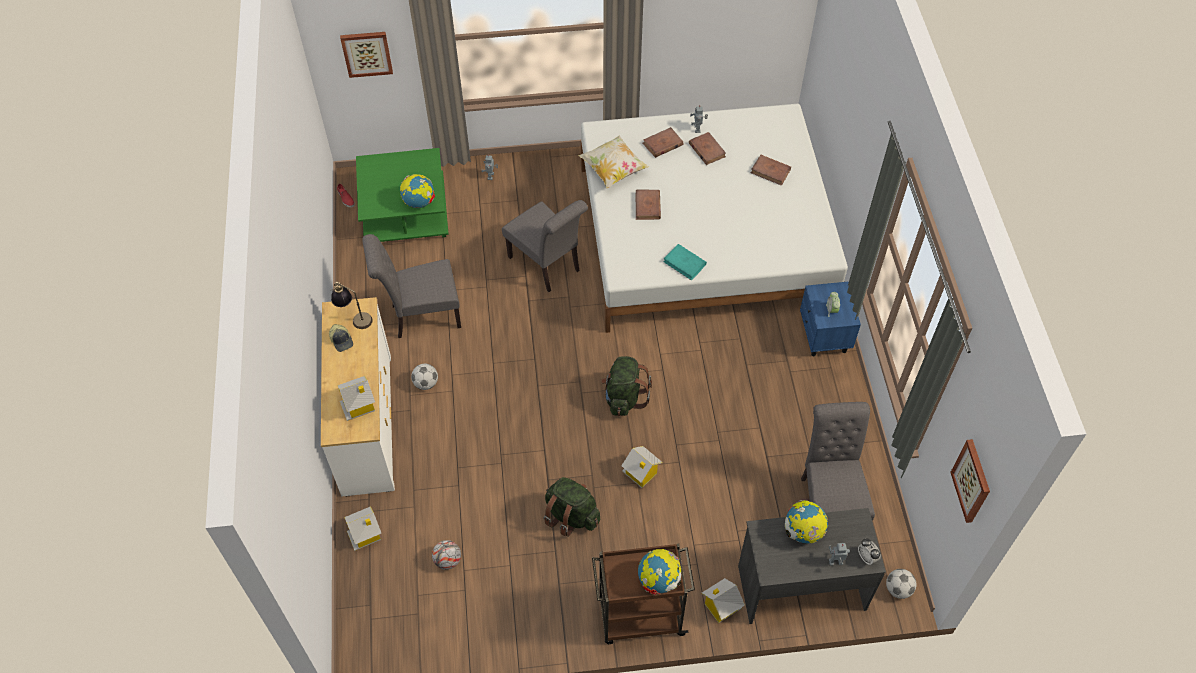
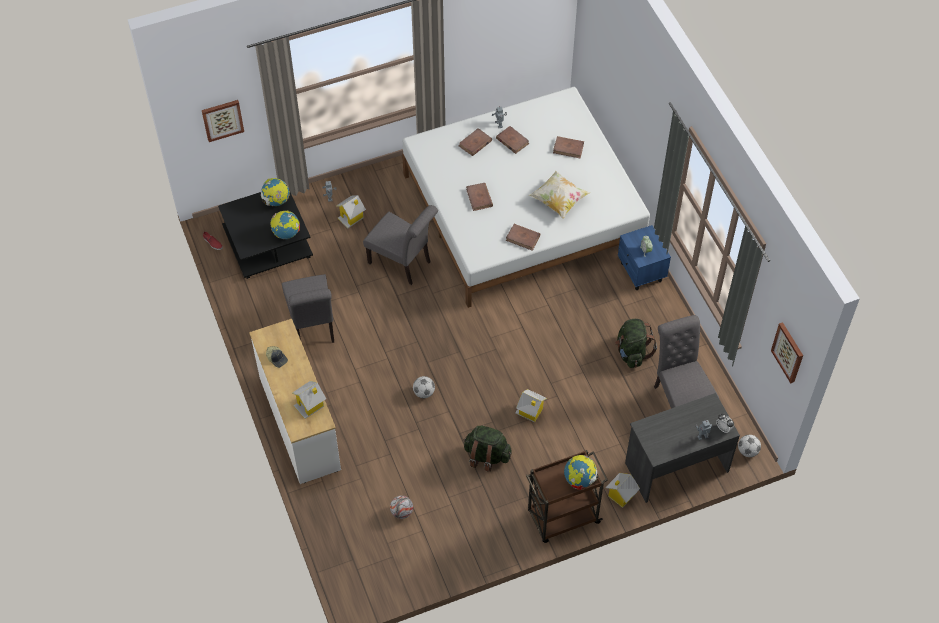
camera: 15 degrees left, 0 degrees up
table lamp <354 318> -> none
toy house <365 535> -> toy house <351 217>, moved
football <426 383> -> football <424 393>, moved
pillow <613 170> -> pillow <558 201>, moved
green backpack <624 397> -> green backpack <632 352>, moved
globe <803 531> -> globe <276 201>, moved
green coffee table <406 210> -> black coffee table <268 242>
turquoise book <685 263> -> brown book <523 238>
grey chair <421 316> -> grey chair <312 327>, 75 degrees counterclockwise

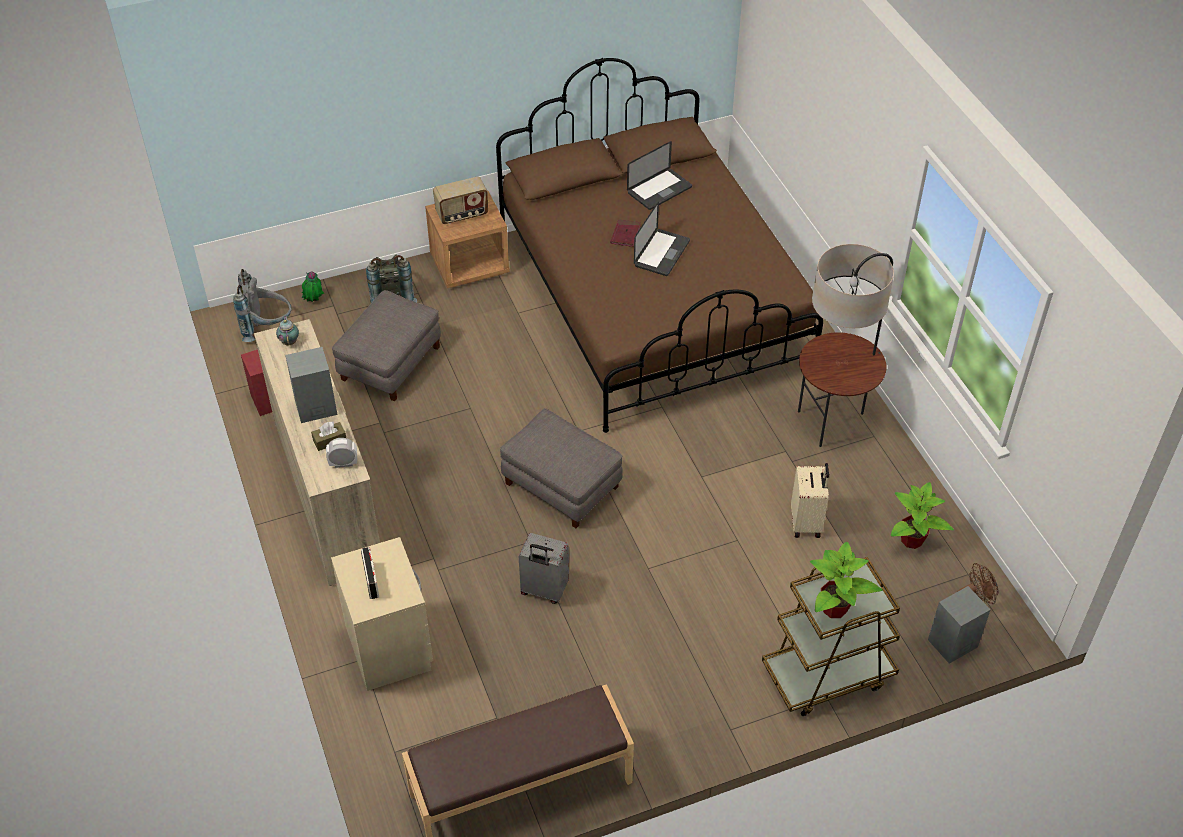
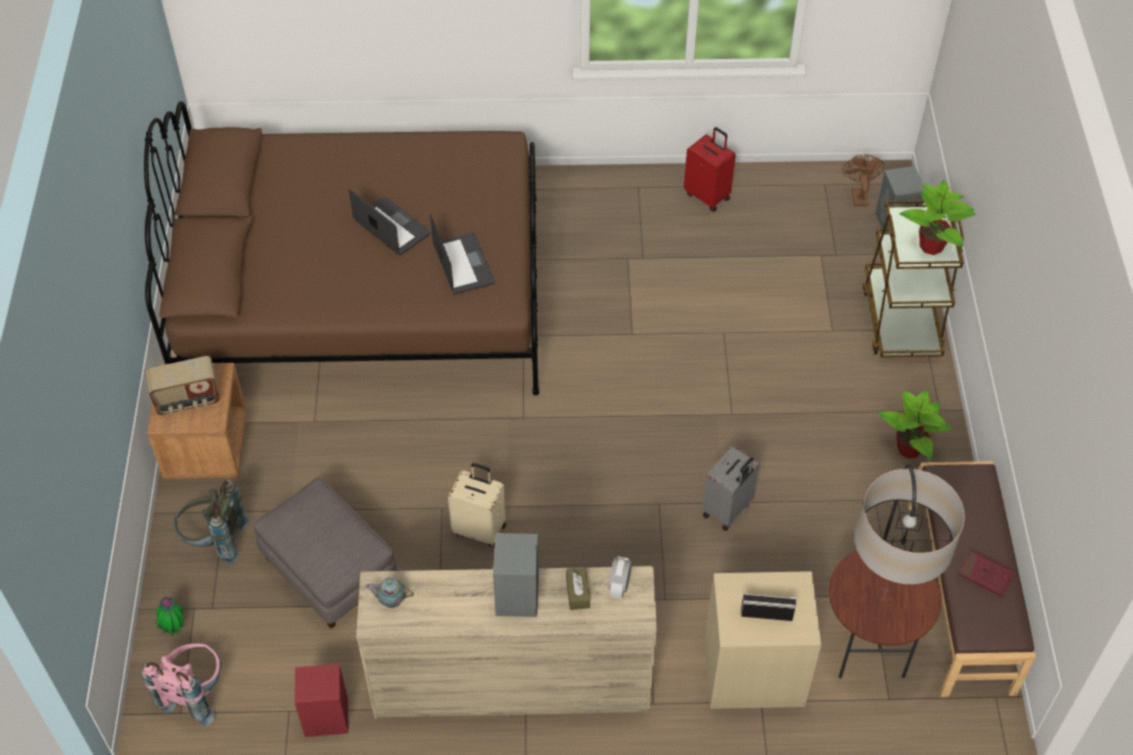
camera: 70 degrees left, 5 degrees up
grey ottoman <561 486> -> none
none -> red suitcase <708 195>
red book <625 234> -> red book <986 575>, moved
laptop <659 190> -> laptop <463 264>, moved
beige suitcase <807 523> -> beige suitcase <480 529>, moved
floor lamp <832 422> -> floor lamp <868 647>, moved
potted plant <912 540> -> potted plant <910 449>, moved
grey backpack <267 328> -> pink backpack <195 693>
radio <462 214> -> radio <188 400>, 75 degrees clockwise

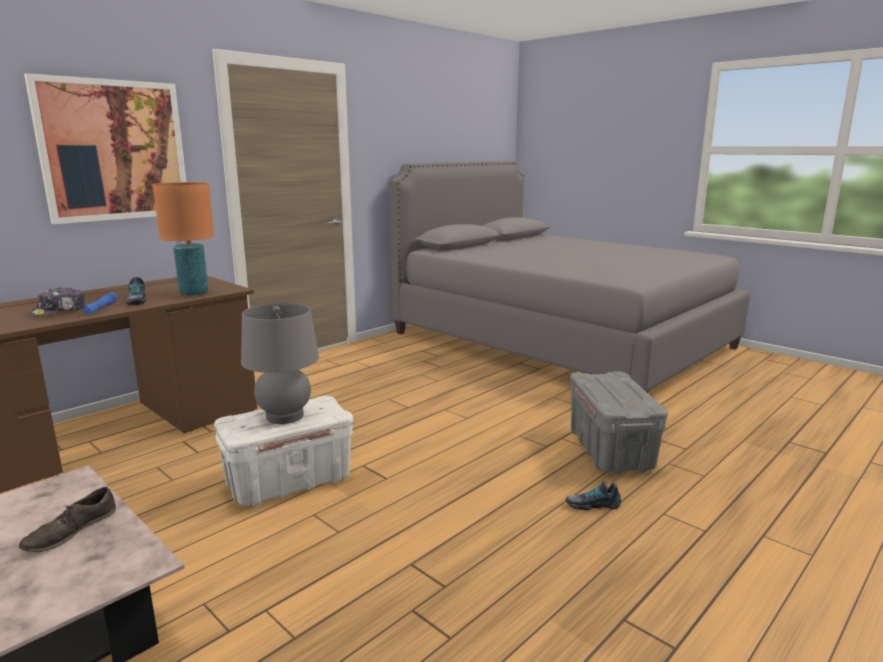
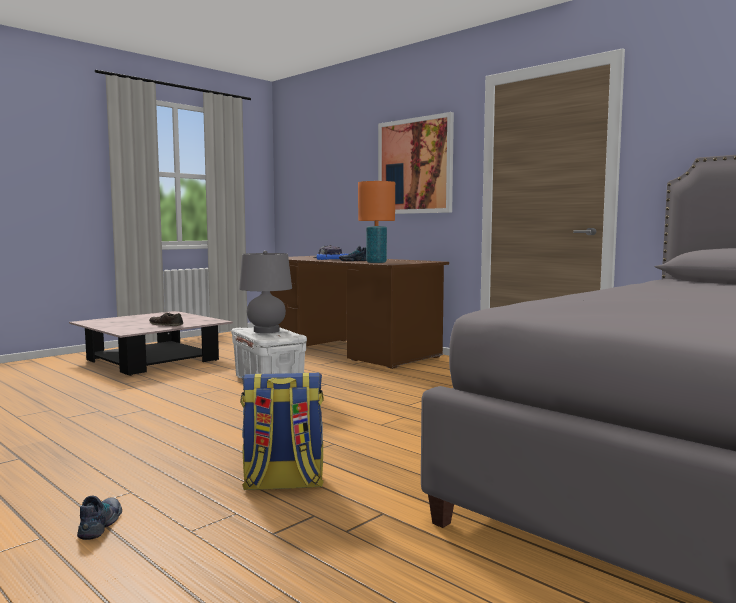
camera: 90 degrees right, 10 degrees down
shoe <592 504> -> shoe <101 523>, moved
grey storage box <611 450> -> backpack <283 483>

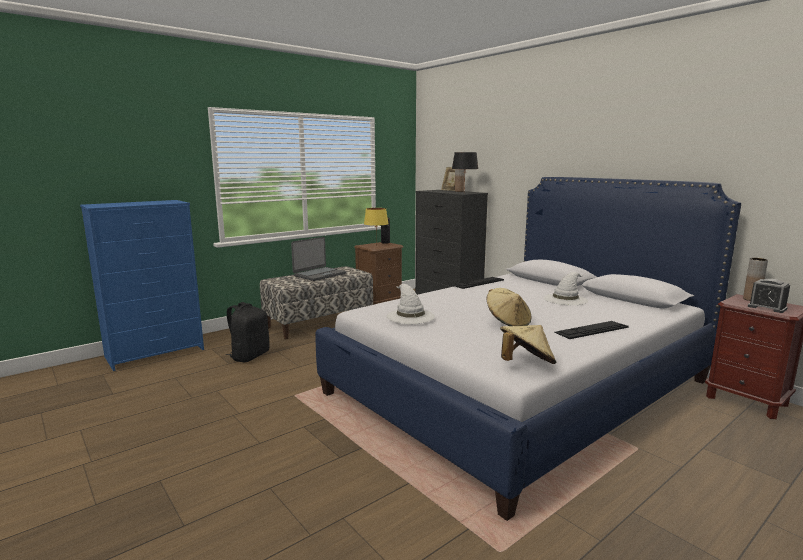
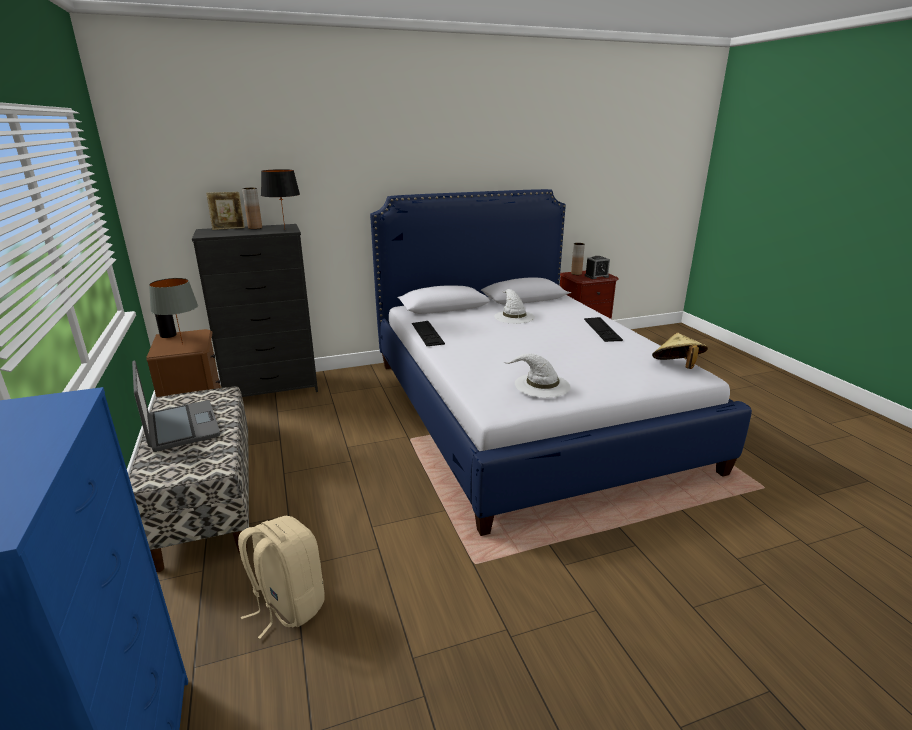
camera: 70 degrees left, 10 degrees up
beige hat <508 322> -> none
black backpack <249 356> -> beige backpack <287 605>
yellow table lamp <376 246> -> grey table lamp <182 344>

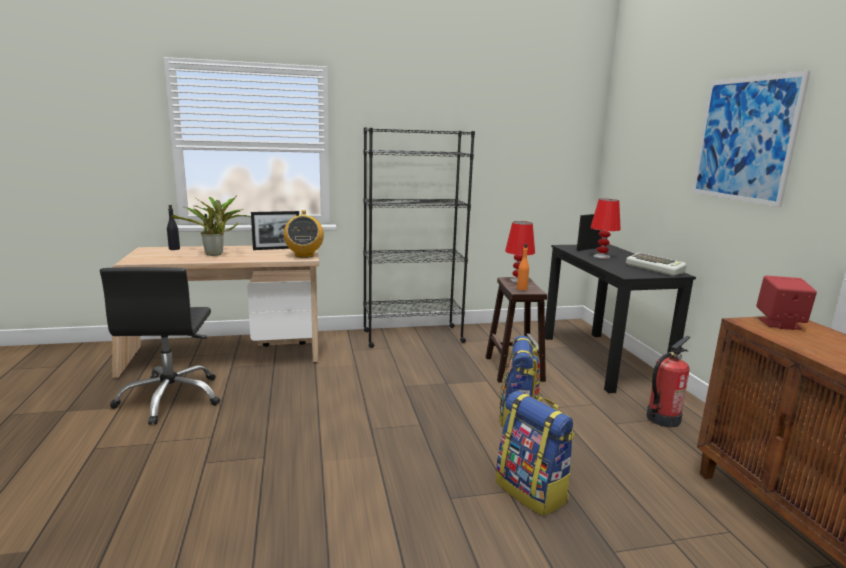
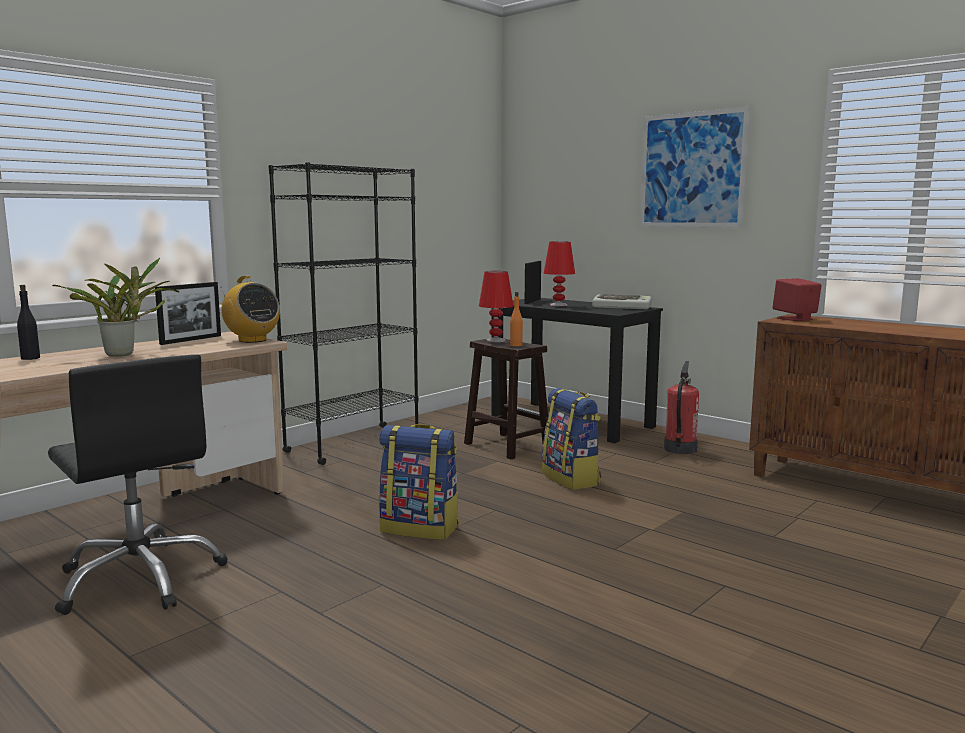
camera: 35 degrees left, 5 degrees down
backpack <532 491> -> backpack <420 528>, moved

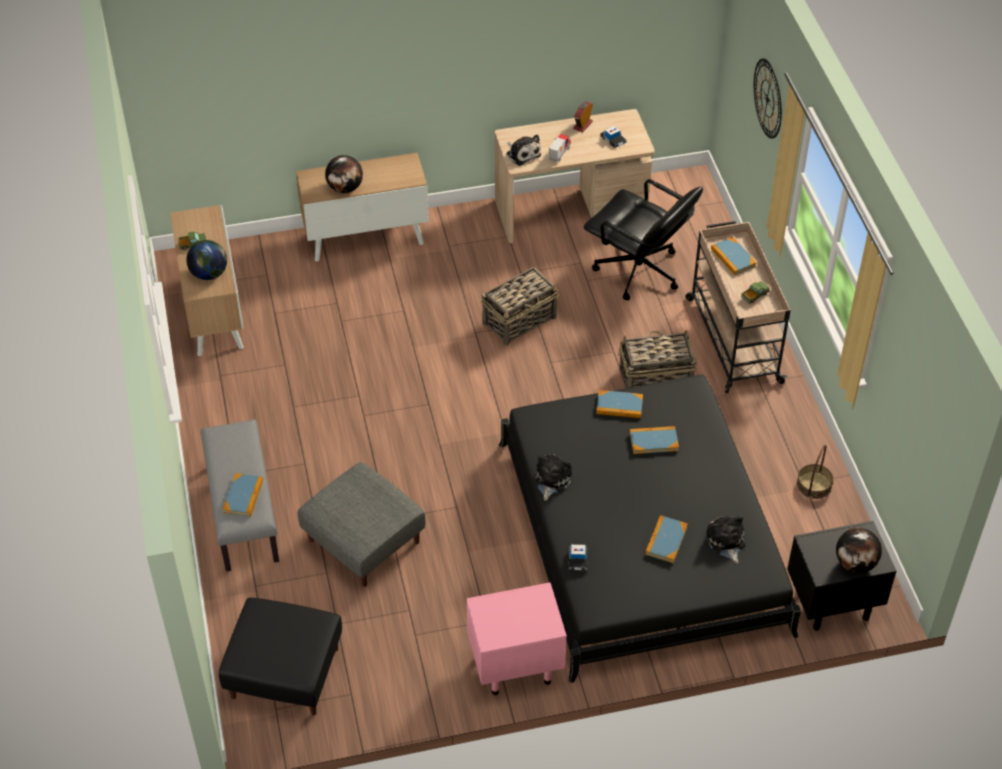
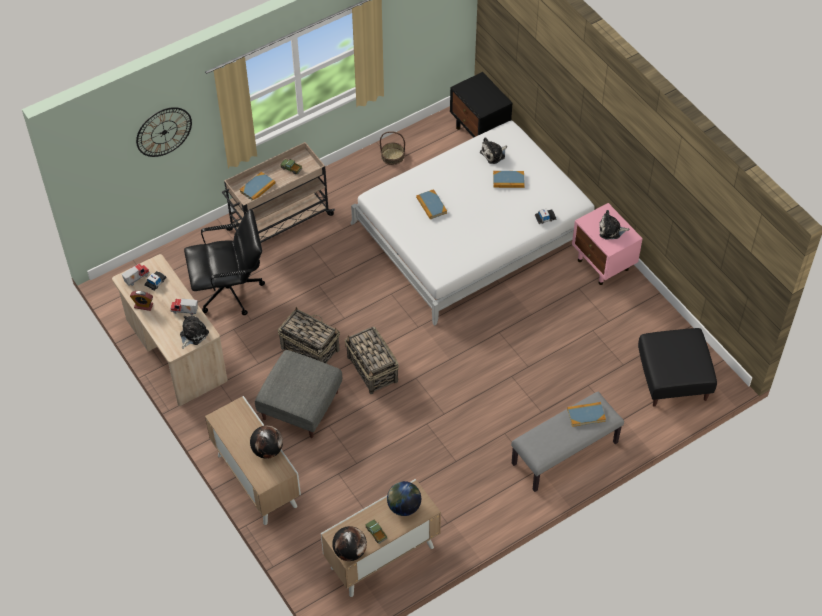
camera: 110 degrees left, 5 degrees up
book <619 406> -> none
none -> toy truck <136 278>
grey ottoman <363 541> -> grey ottoman <301 406>, moved
plush toy <551 480> -> plush toy <611 230>, moved
basket <654 379> -> basket <372 370>, moved
globe <855 564> -> globe <350 551>, moved
black bed <642 536> -> white bed <474 229>
black office chair <638 271> -> black office chair <230 291>, 60 degrees clockwise

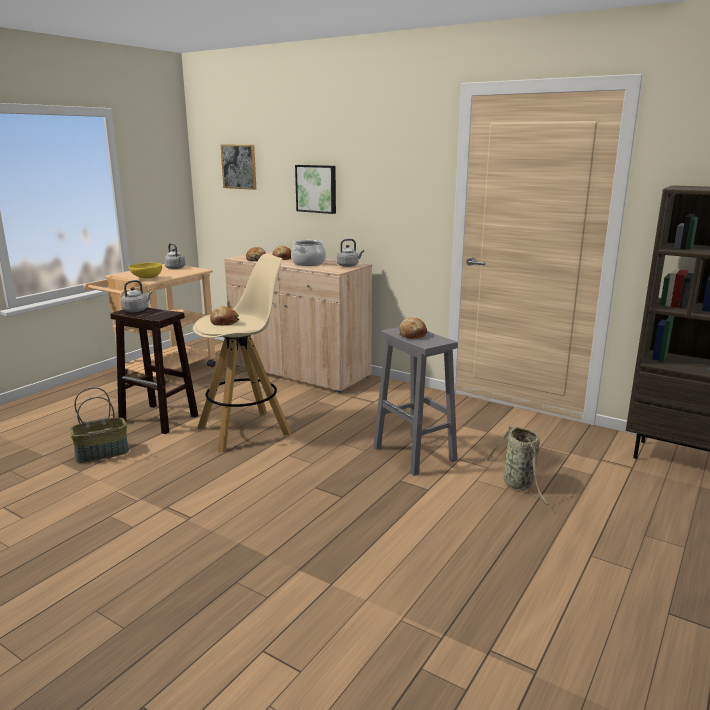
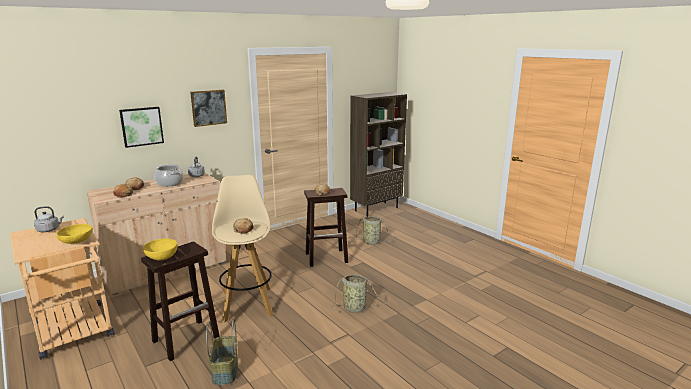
camera: 70 degrees left, 0 degrees up
none -> basket <356 308>
picture <239 166> -> picture <208 107>, moved
grey kettle <136 310> -> yellow bowl <161 257>
grey stool <415 454> -> brown stool <327 257>

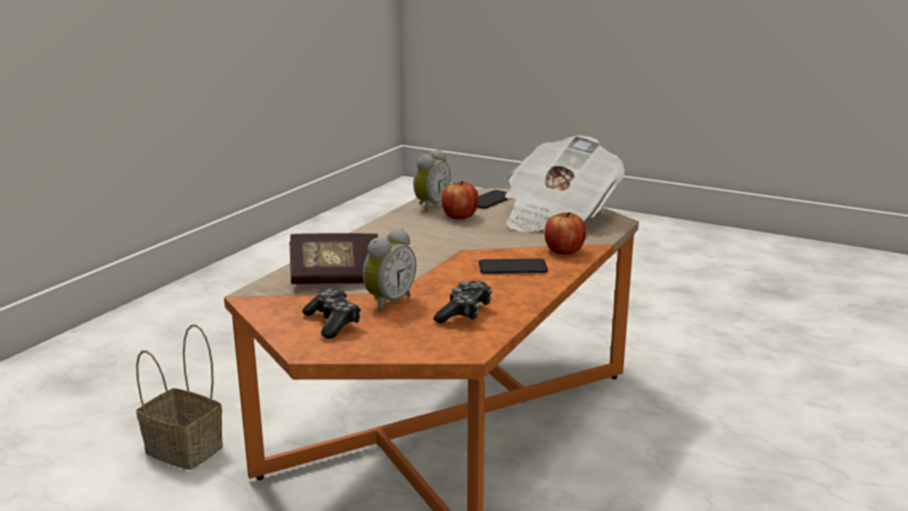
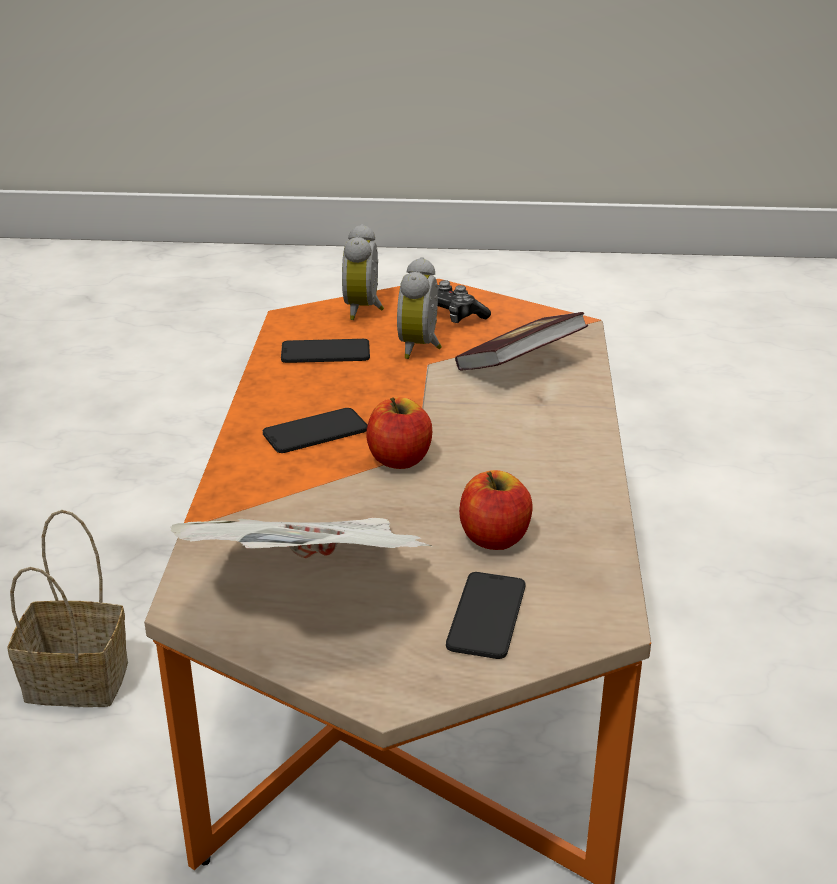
camera: 155 degrees right, 10 degrees up
basket <187 449> -> basket <73 682>, moved
alarm clock <429 206> -> alarm clock <365 309>, moved
apple <564 251> -> apple <399 459>, moved
game controller <465 313> -> phone <325 352>

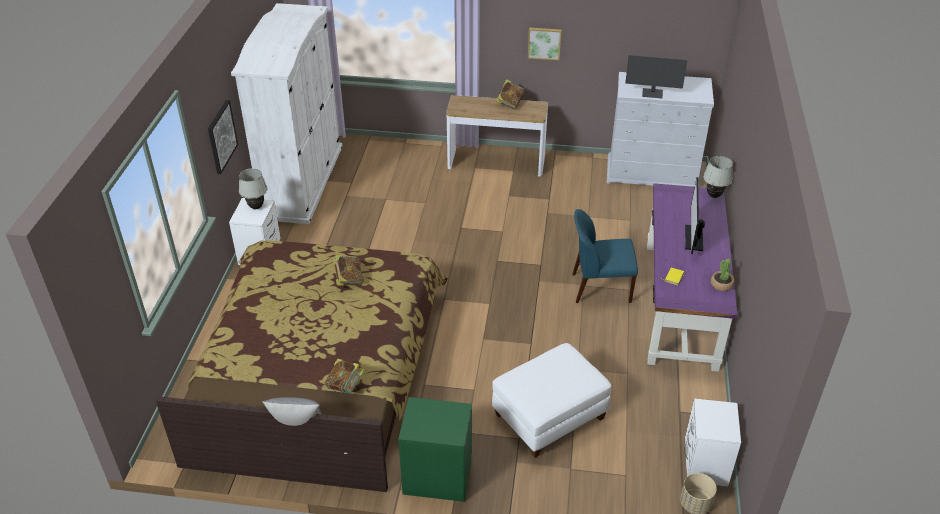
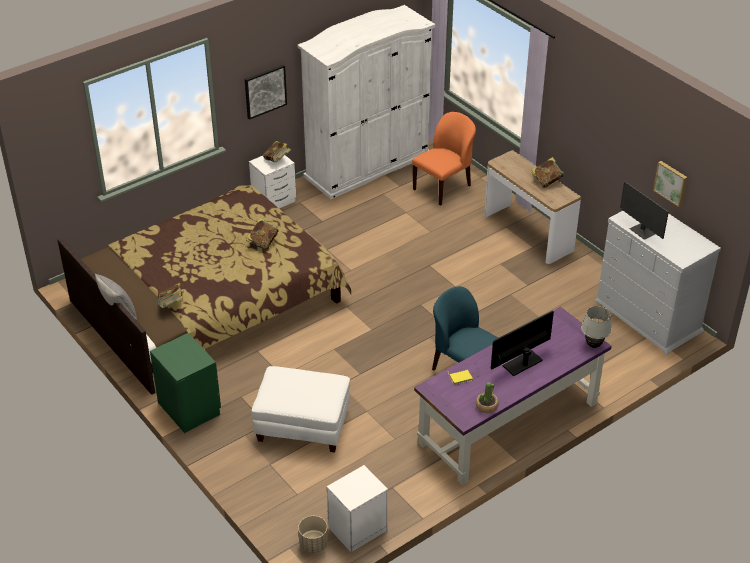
camera: 45 degrees right, 0 degrees up
none -> orange chair <443 187>
picture <544 43> -> picture <671 183>, moved
white table lamp <256 207> -> book <277 160>

